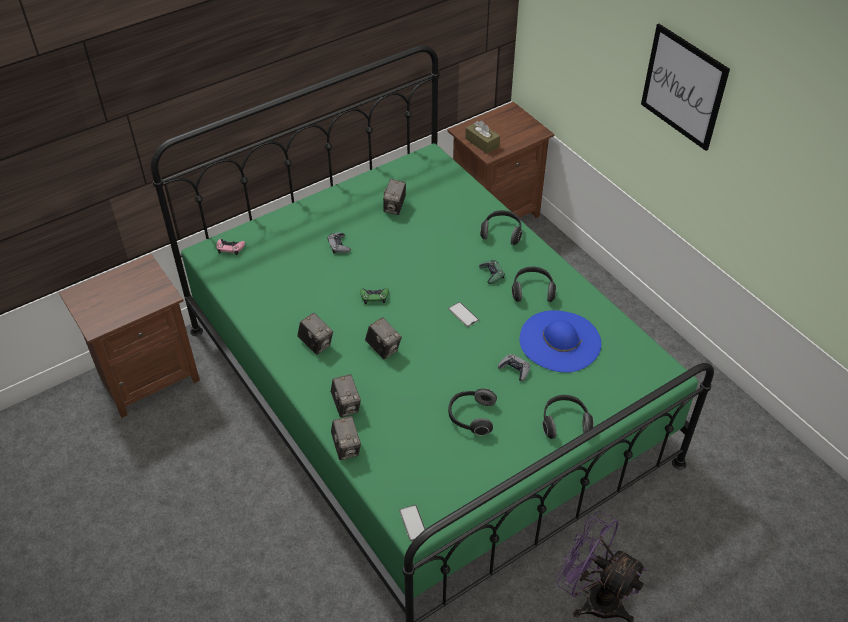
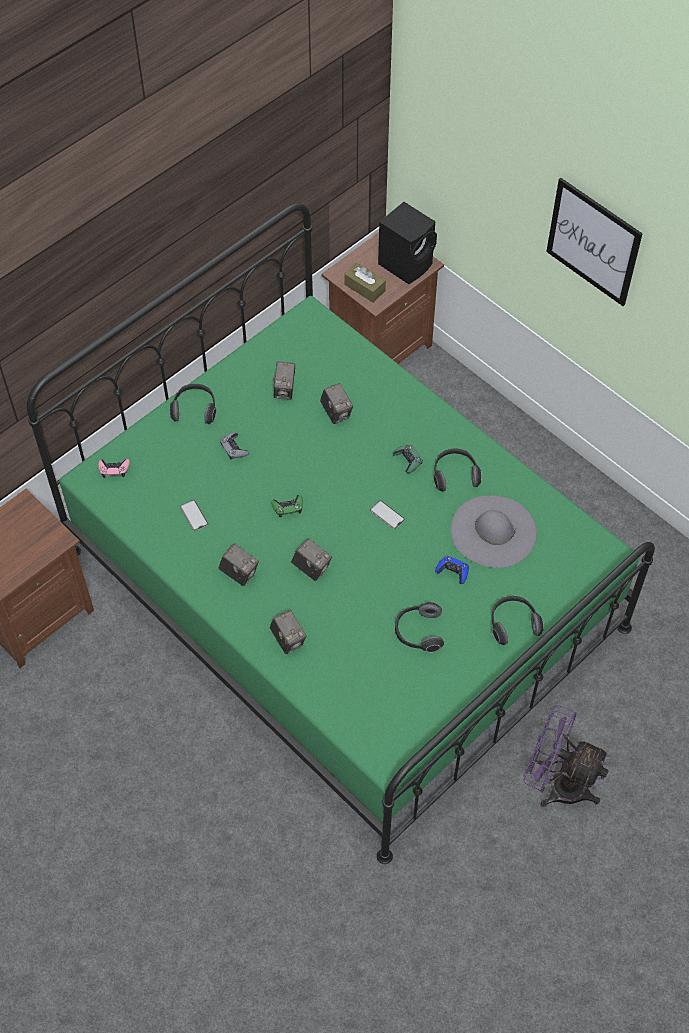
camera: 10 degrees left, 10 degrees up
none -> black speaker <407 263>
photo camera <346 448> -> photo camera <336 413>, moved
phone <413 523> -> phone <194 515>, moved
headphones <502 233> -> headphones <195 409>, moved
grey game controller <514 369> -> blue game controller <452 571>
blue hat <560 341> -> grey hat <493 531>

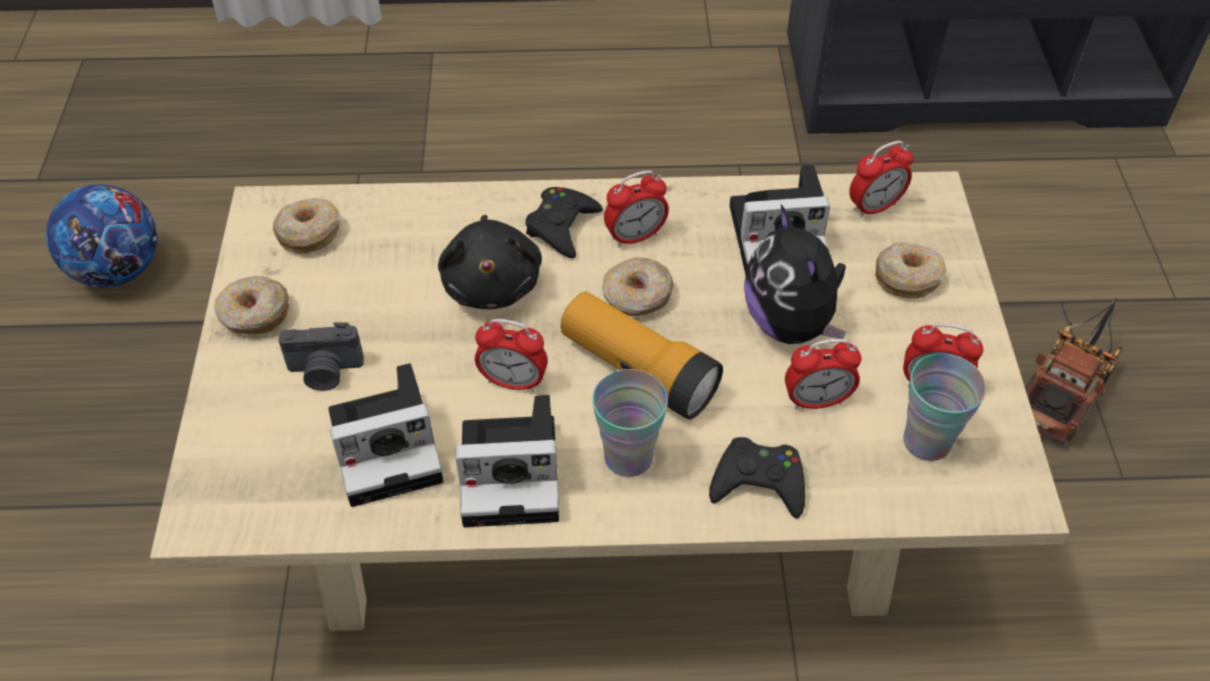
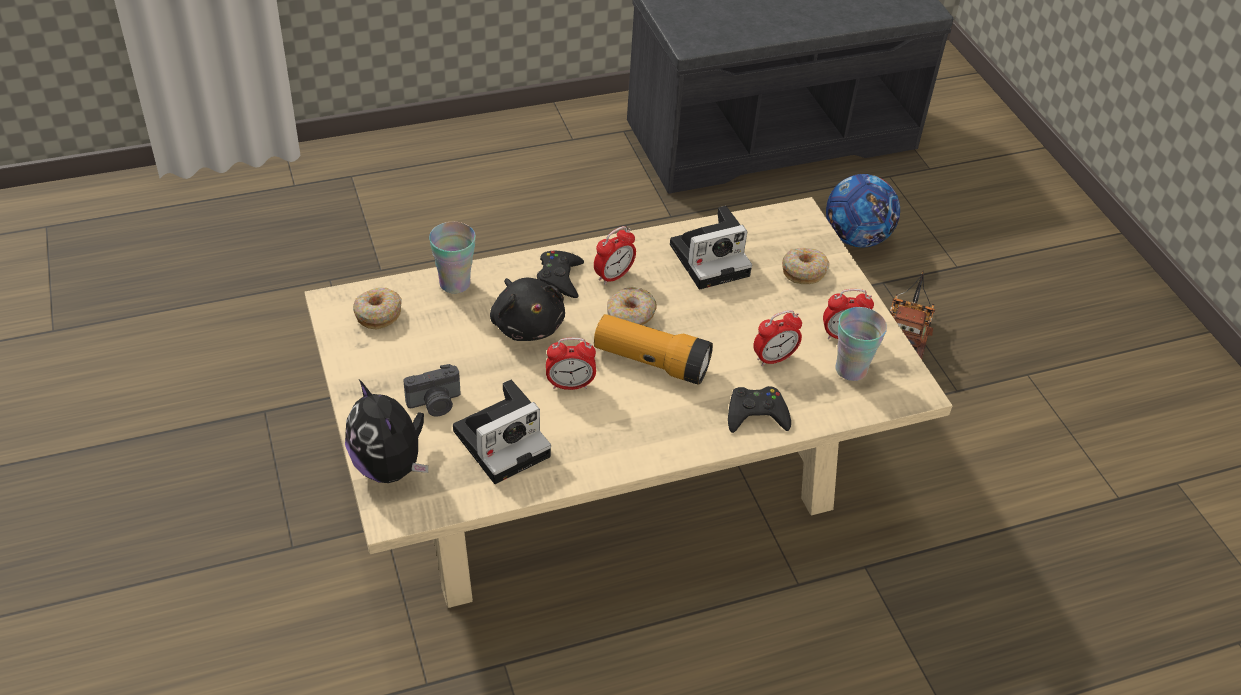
camera: 20 degrees left, 5 degrees down
donut <254 314> -> none
photo camera <515 472> -> none
alarm clock <874 207> -> none
football <118 270> -> football <856 238>, moved
cup <628 457> -> cup <455 283>, moved
plush toy <791 324> -> plush toy <390 466>, moved

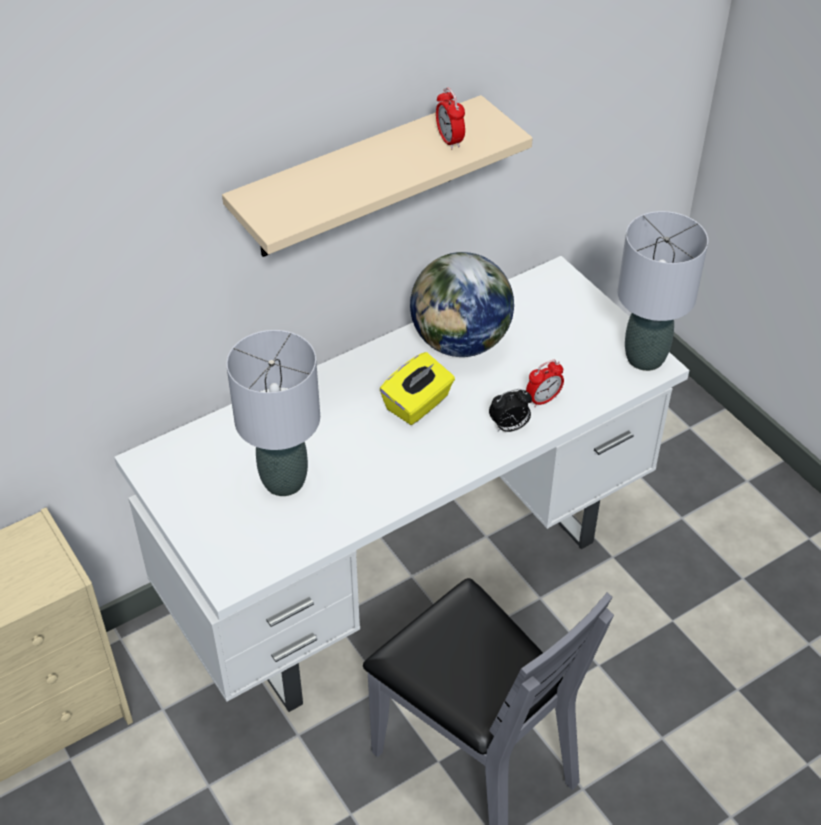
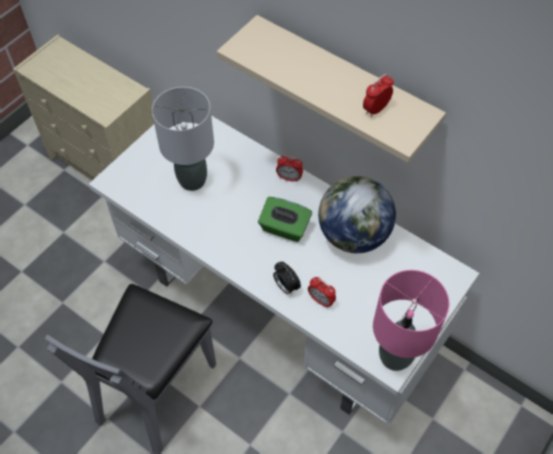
camera: 70 degrees right, 10 degrees up
none -> alarm clock <289 178>
yellow tissue box <417 404> -> green tissue box <284 228>
grey table lamp <646 358> -> pink table lamp <395 357>

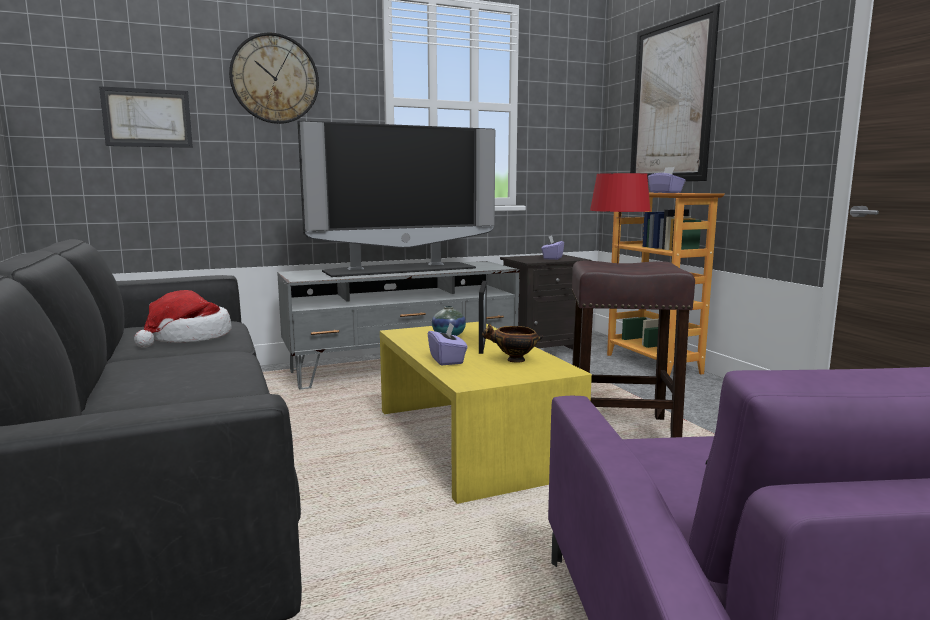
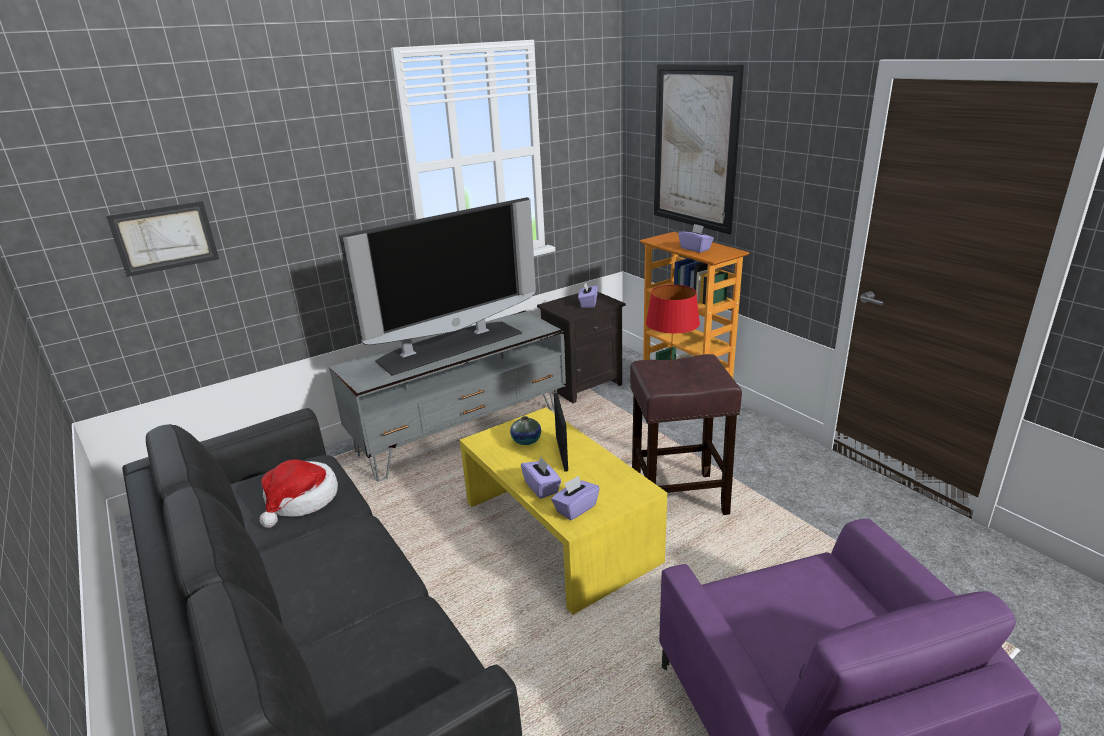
camera: 10 degrees left, 15 degrees up
wall clock <274 79> -> none
bowl <513 360> -> none
none -> purple tissue box <575 508>

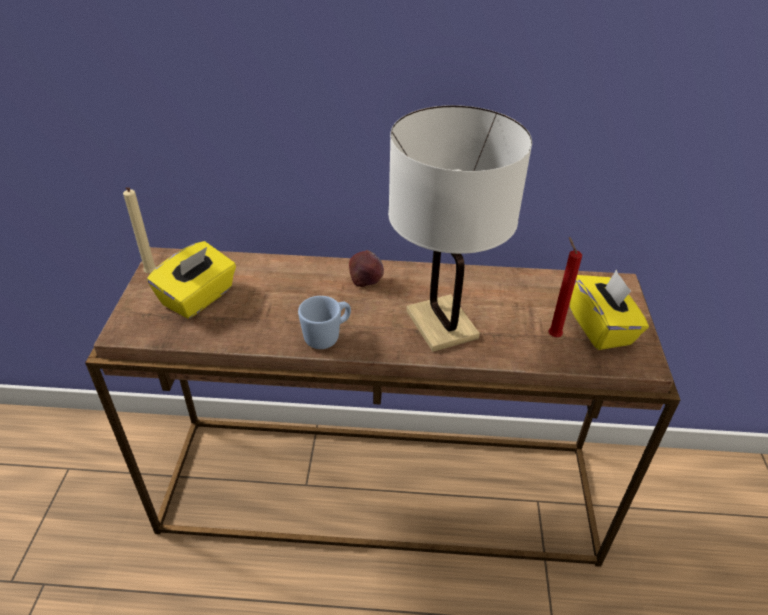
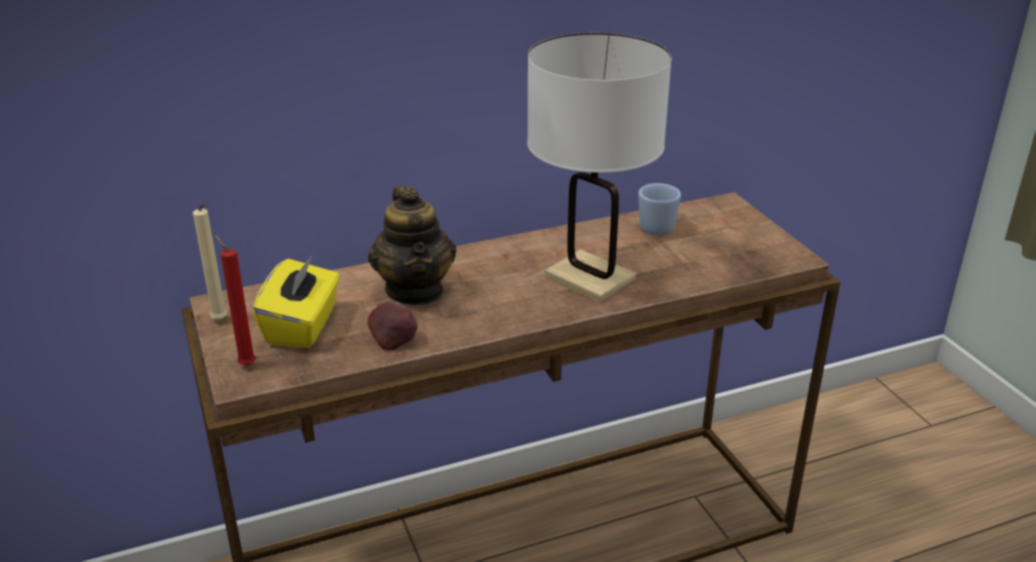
camera: 25 degrees left, 10 degrees down
yellow tissue box <600 327> -> none
none -> teapot <415 290>
blue mug <327 336> -> blue mug <659 226>, moved
apple <366 280> -> apple <394 341>, moved
red candle <552 335> -> red candle <245 364>, moved

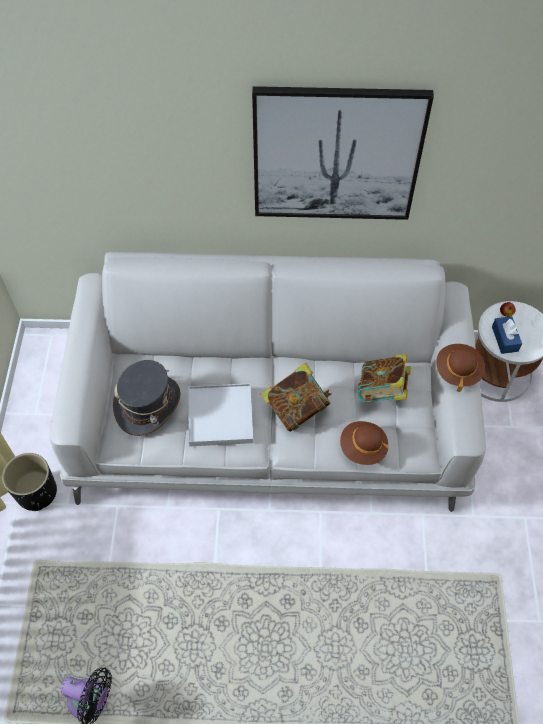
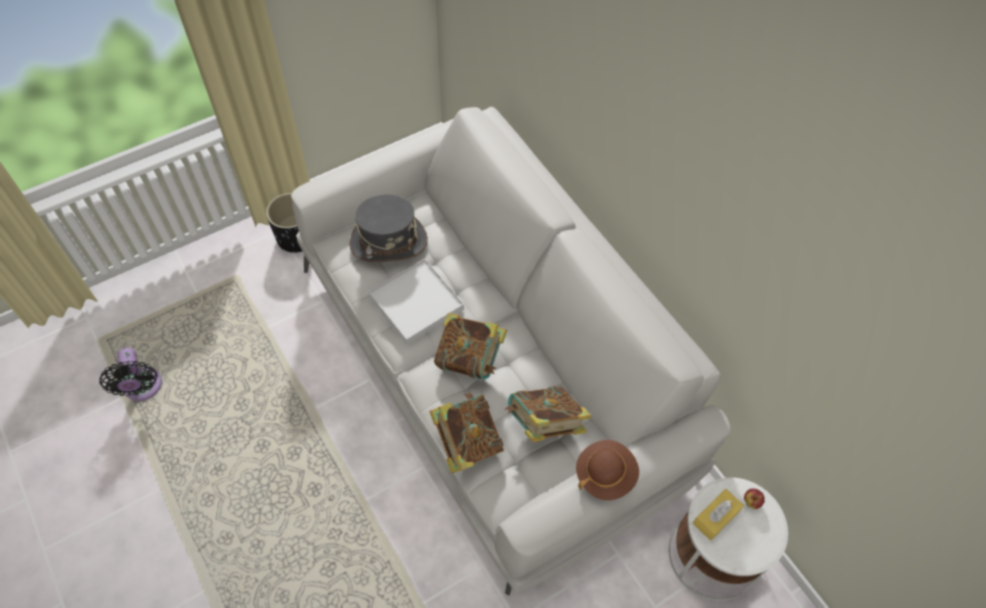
camera: 55 degrees right, 0 degrees up
picture <336 155> -> none
brown hat <363 448> -> book <467 442>
blue tissue box <504 339> -> yellow tissue box <715 517>

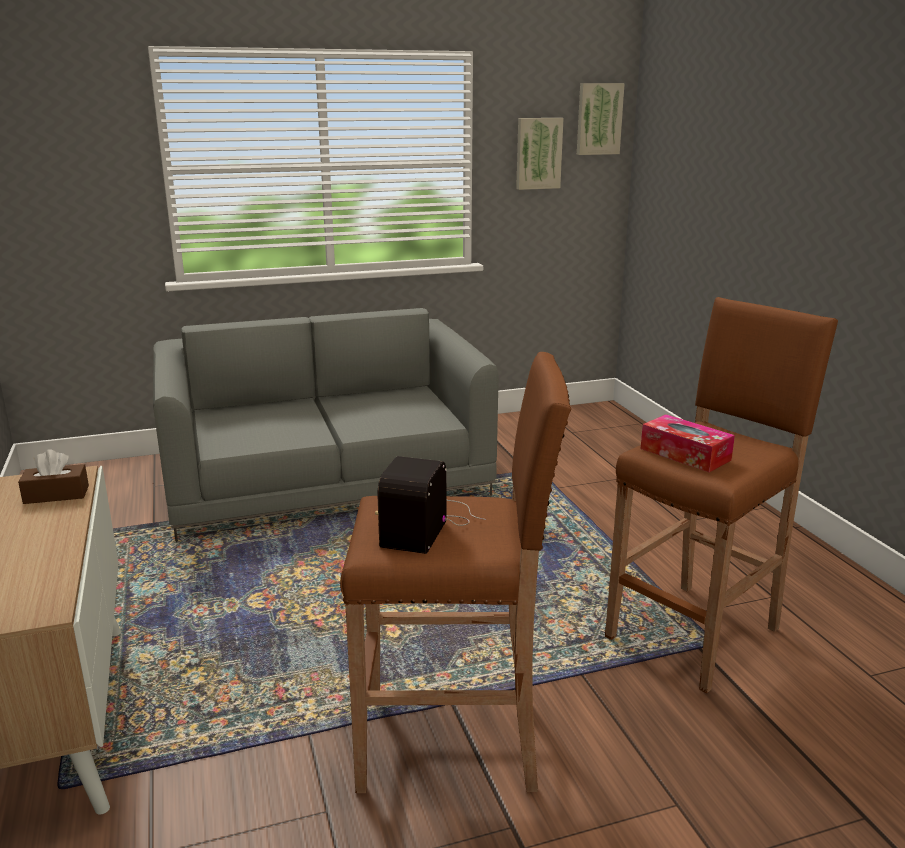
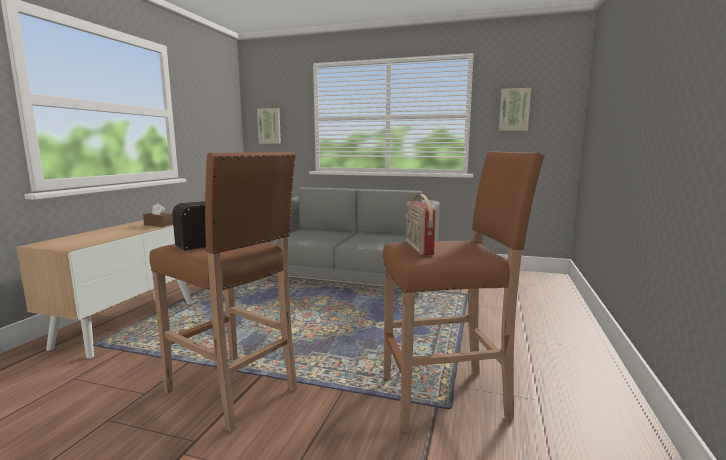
camera: 35 degrees right, 10 degrees down
picture <598 119> -> picture <269 126>, moved
tissue box <685 454> -> radio <417 248>

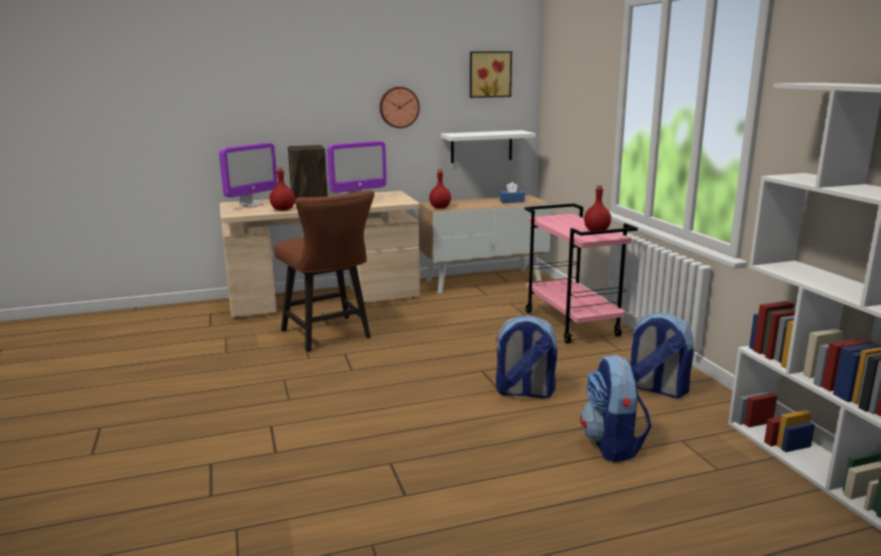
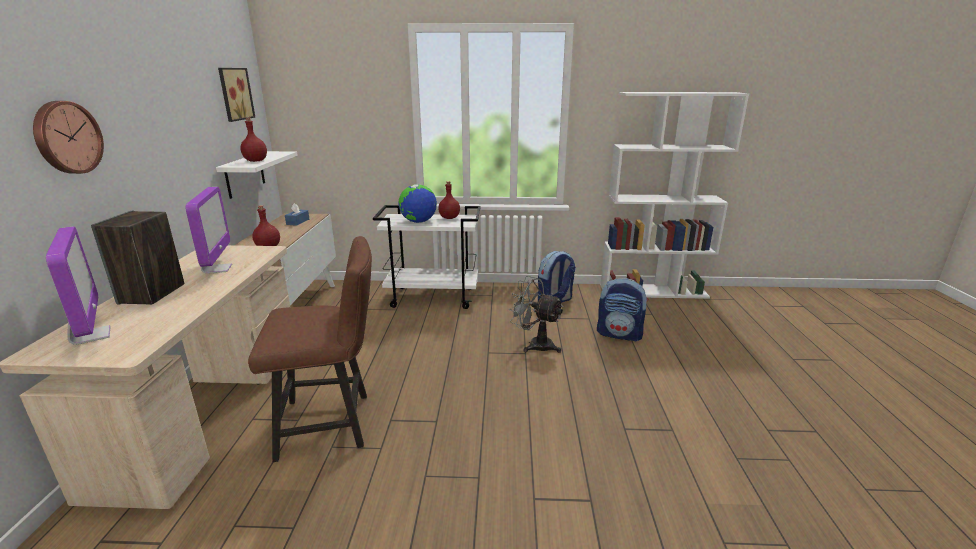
camera: 70 degrees left, 5 degrees up
none -> globe <418 222>
red bottle <283 210> -> red bottle <255 161>, moved
wall clock <399 107> -> wall clock <66 137>, moved
backpack <524 392> -> grey fan <535 344>
pink cart <572 324> -> white cart <433 297>

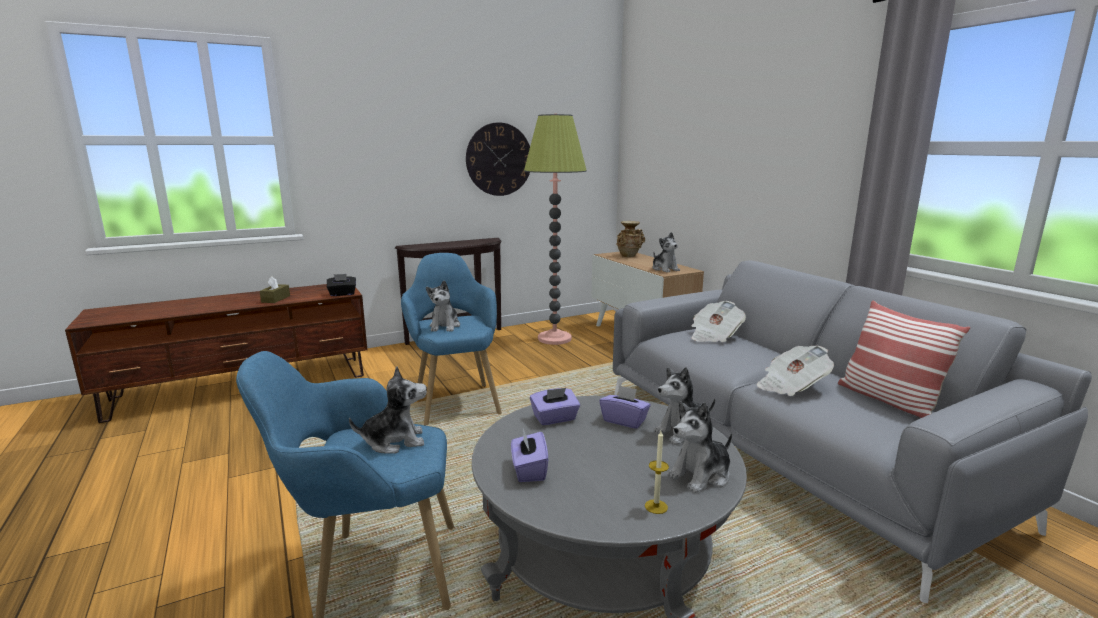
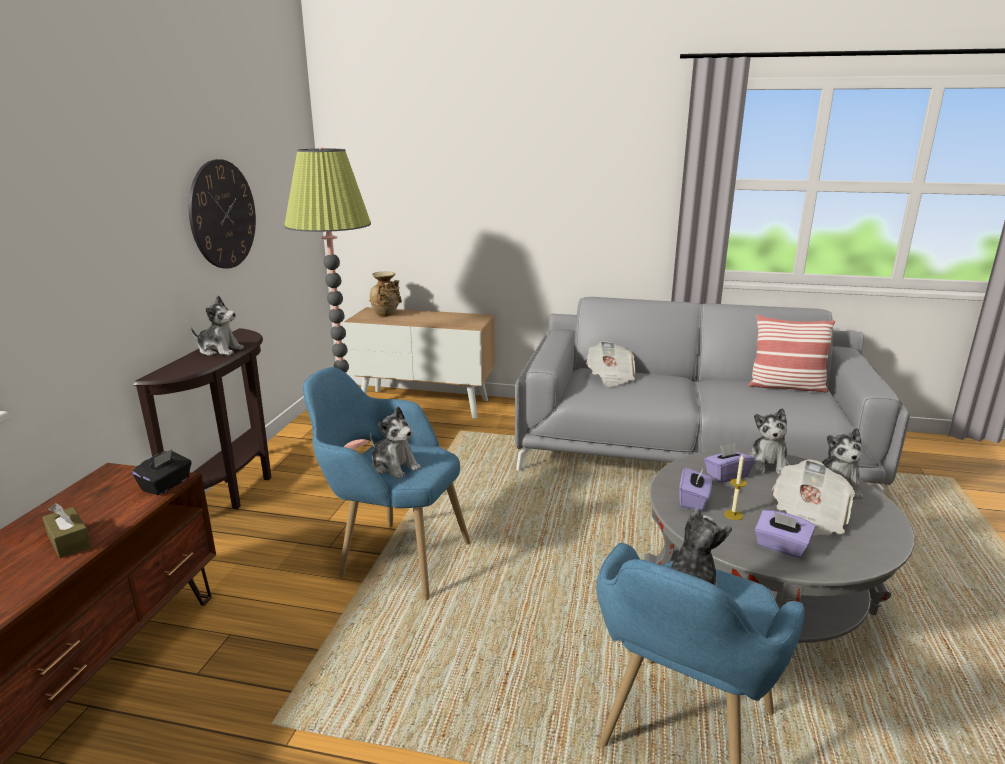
camera: 50 degrees left, 5 degrees up
candle <656 506> -> candle <733 515>, moved
plush toy <665 269> -> plush toy <219 350>, moved
newspaper <791 386> -> newspaper <808 517>, moved

